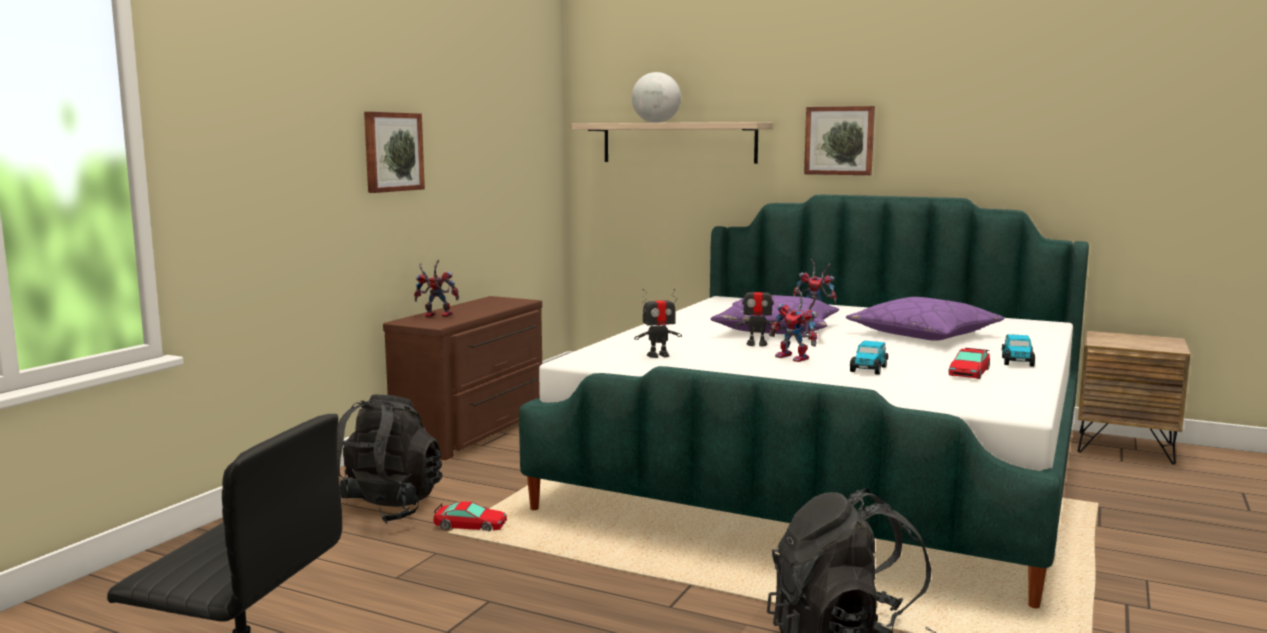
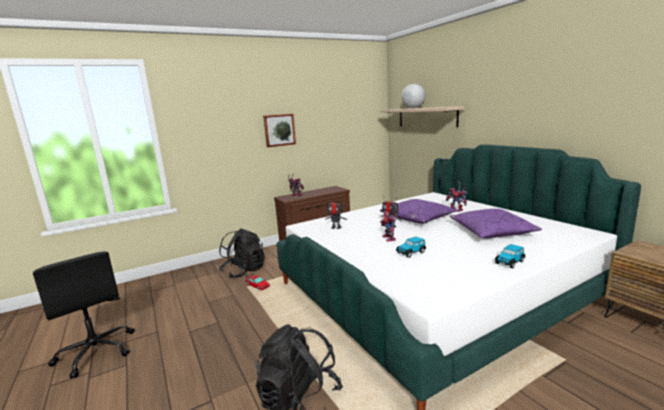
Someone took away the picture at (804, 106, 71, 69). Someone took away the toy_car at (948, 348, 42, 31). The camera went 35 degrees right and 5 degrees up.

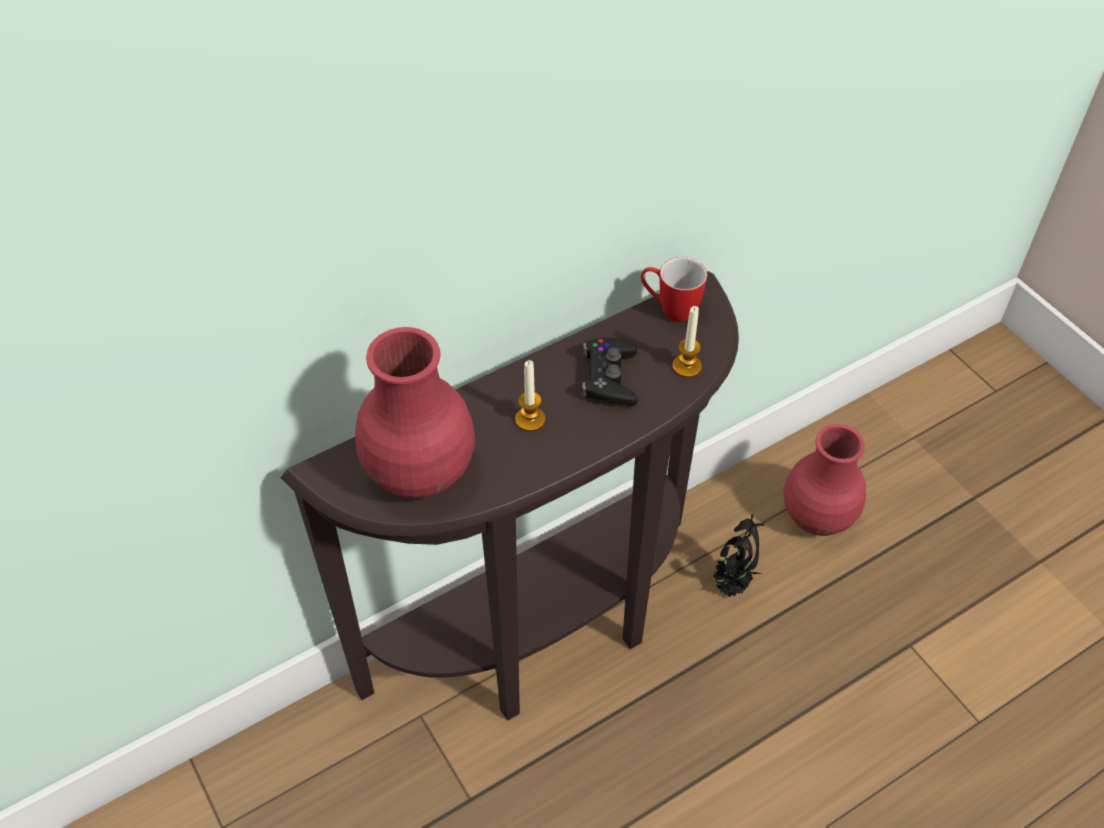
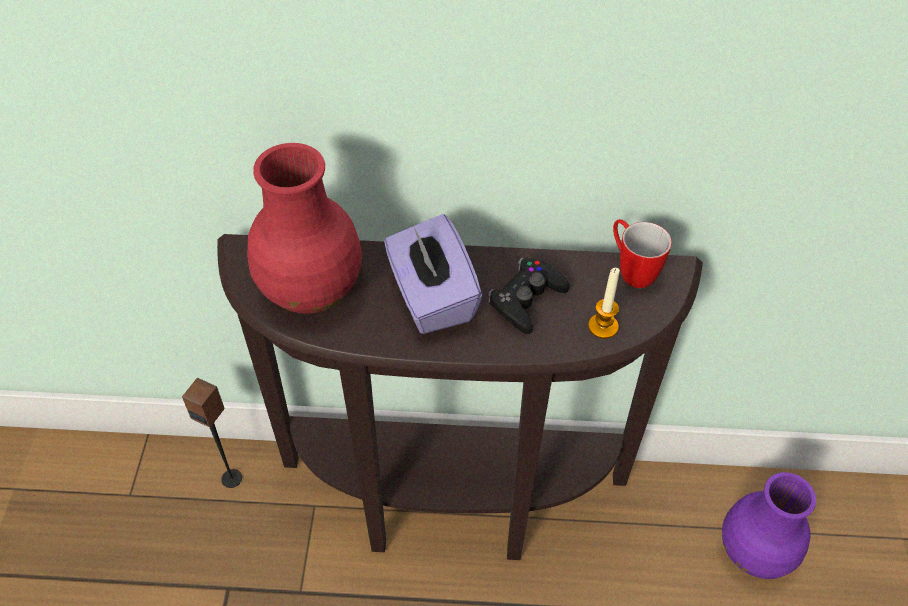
Someone took away the potted_plant at (713, 514, 51, 83). Someone put down the speaker at (182, 378, 60, 110). Someone swapped the candle at (515, 360, 30, 71) for the purple_tissue_box at (384, 214, 98, 120). Someone repainted the red_vase at (783, 424, 83, 112), which became the purple_vase at (722, 472, 94, 107). The camera went 35 degrees right and 0 degrees up.

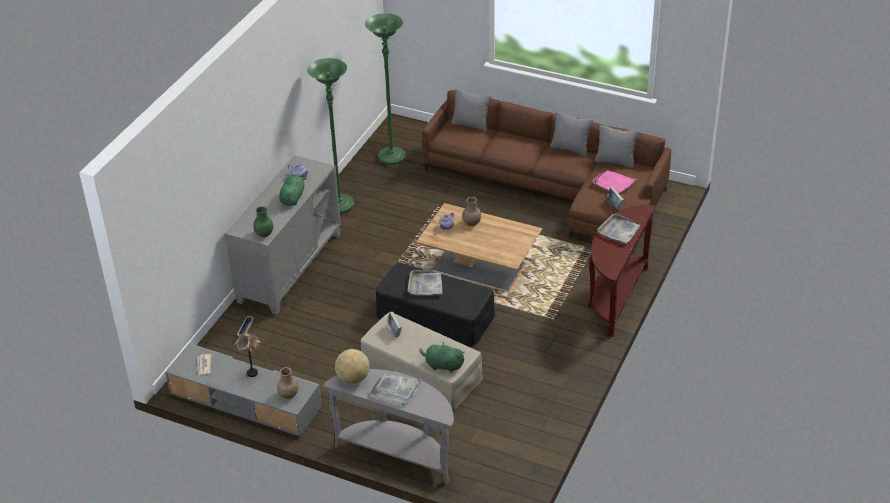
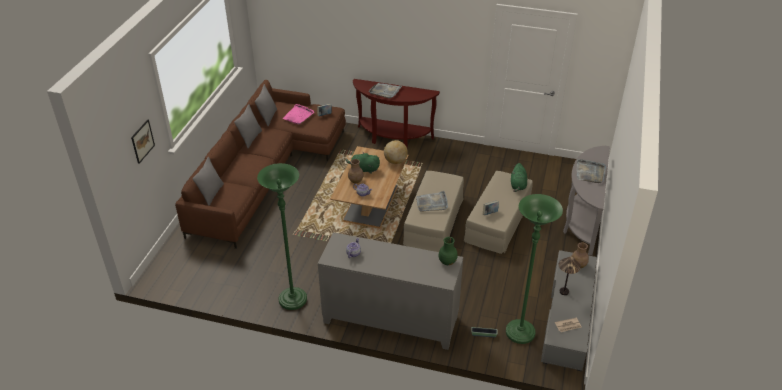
Someone put up the picture at (131, 119, 24, 45). Someone carried the green_plush_toy from (279, 175, 28, 31) to (345, 152, 35, 22). Someone carried the globe from (335, 349, 35, 35) to (384, 140, 24, 24). Someone carried the green_floor_lamp from (365, 13, 41, 152) to (506, 194, 57, 150). Someone repainted the black_ottoman at (376, 262, 119, 85), which became the beige_ottoman at (403, 171, 61, 81). The camera went 100 degrees left and 0 degrees up.

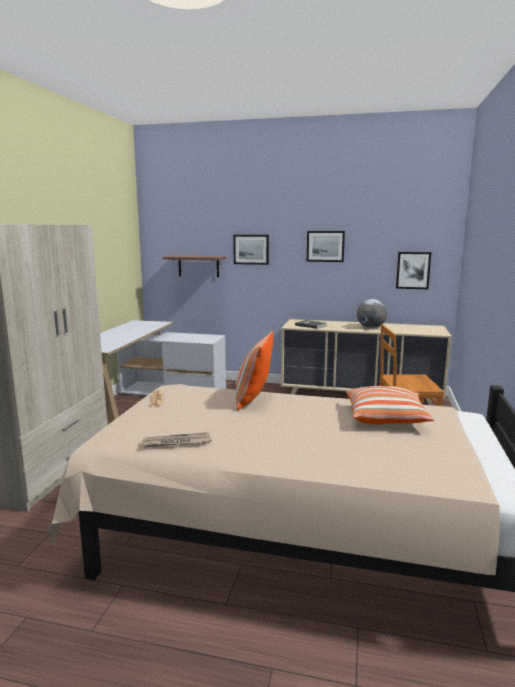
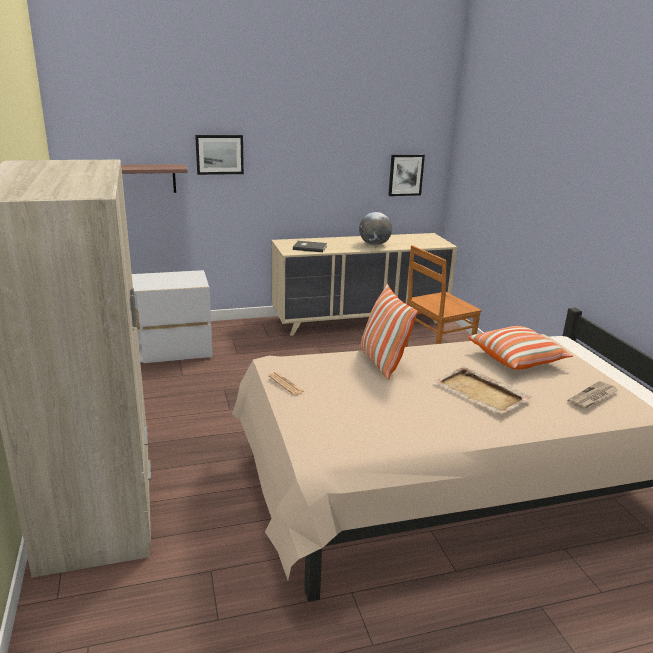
Someone took away the picture at (307, 231, 38, 31). Someone put down the beige_tray at (433, 366, 99, 48). Someone carried the newspaper from (141, 432, 71, 16) to (567, 381, 51, 28). The camera went 30 degrees left and 10 degrees up.

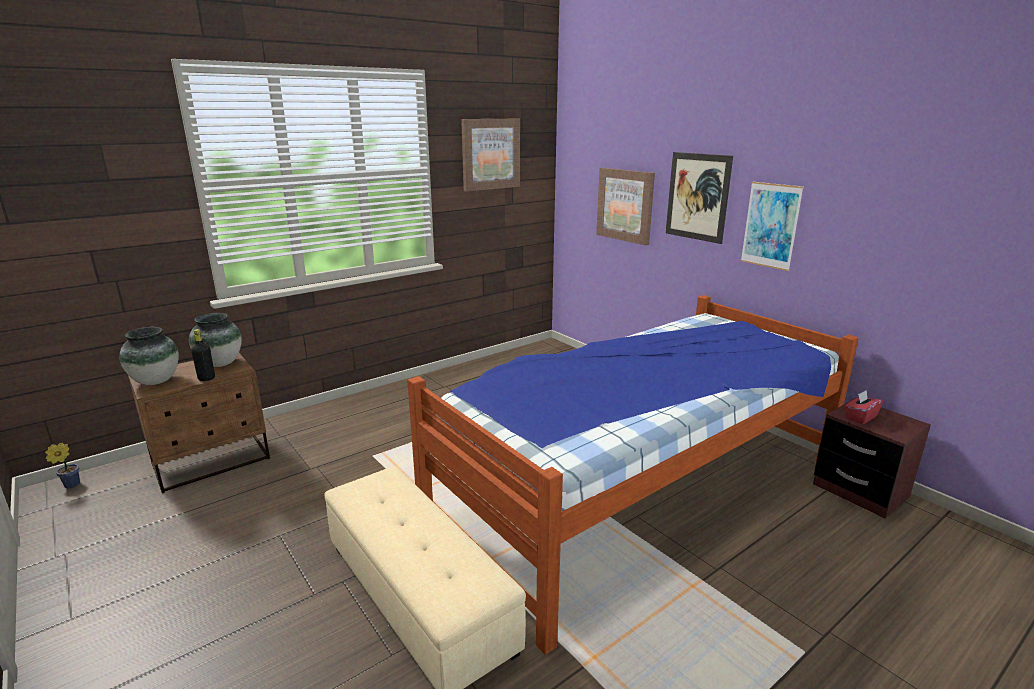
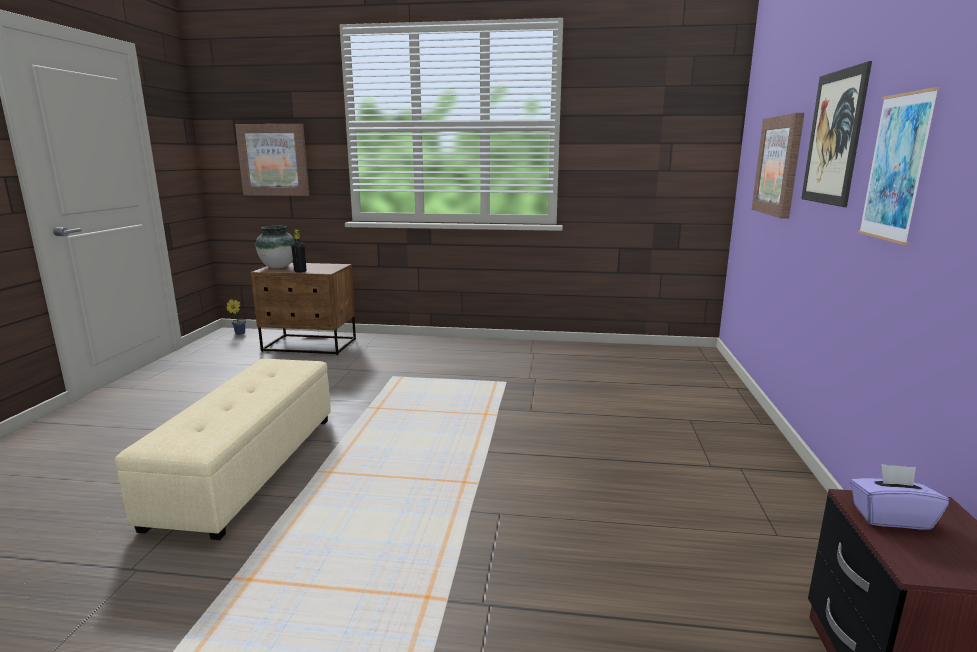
Someone took away the vase at (189, 313, 53, 54). Someone took away the bed at (407, 295, 452, 360). Someone carried the picture from (461, 119, 59, 73) to (235, 124, 75, 72). Someone repainted the red_tissue_box at (844, 390, 39, 34), which became the purple_tissue_box at (850, 464, 99, 66). The camera went 45 degrees right and 5 degrees down.

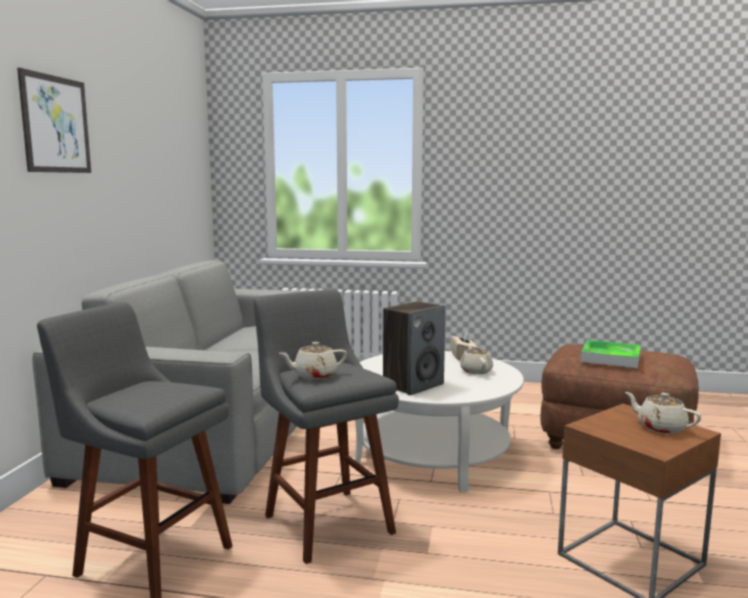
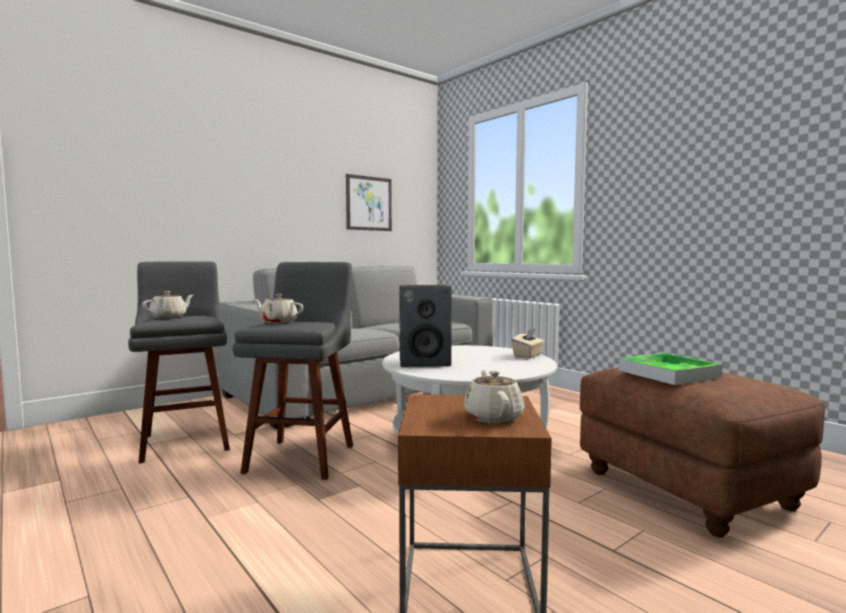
Someone carried the picture from (17, 68, 74, 105) to (346, 174, 46, 57). Someone carried the beige_teapot from (460, 345, 33, 29) to (142, 291, 51, 27). The camera went 40 degrees right and 5 degrees down.

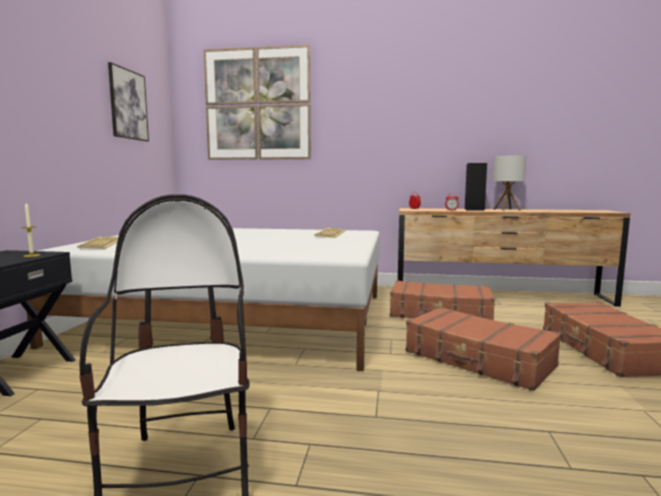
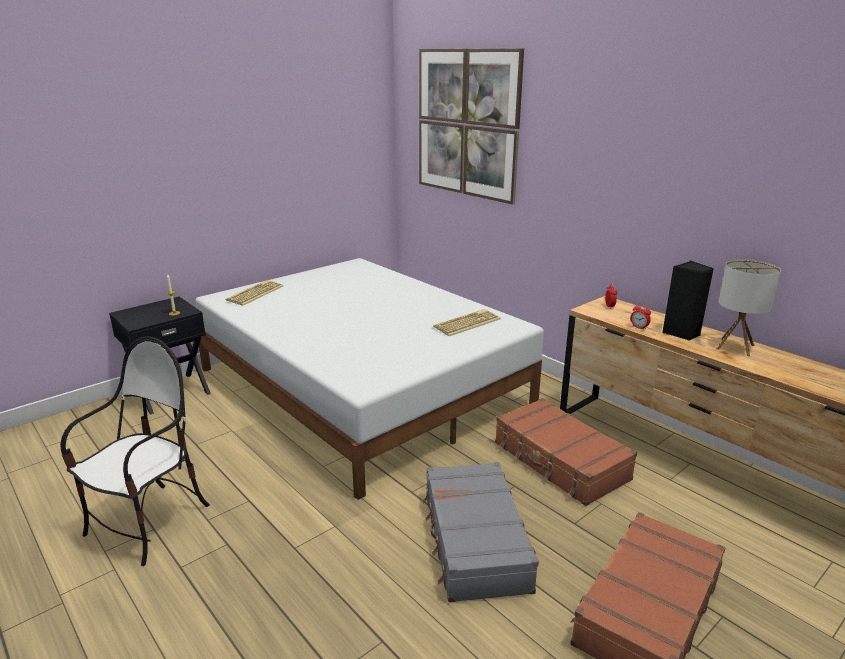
Someone took away the picture at (108, 62, 41, 79). Someone repainted the brown_suitcase at (406, 307, 155, 84), which became the grey_suitcase at (422, 462, 117, 141). The camera went 40 degrees right and 15 degrees up.

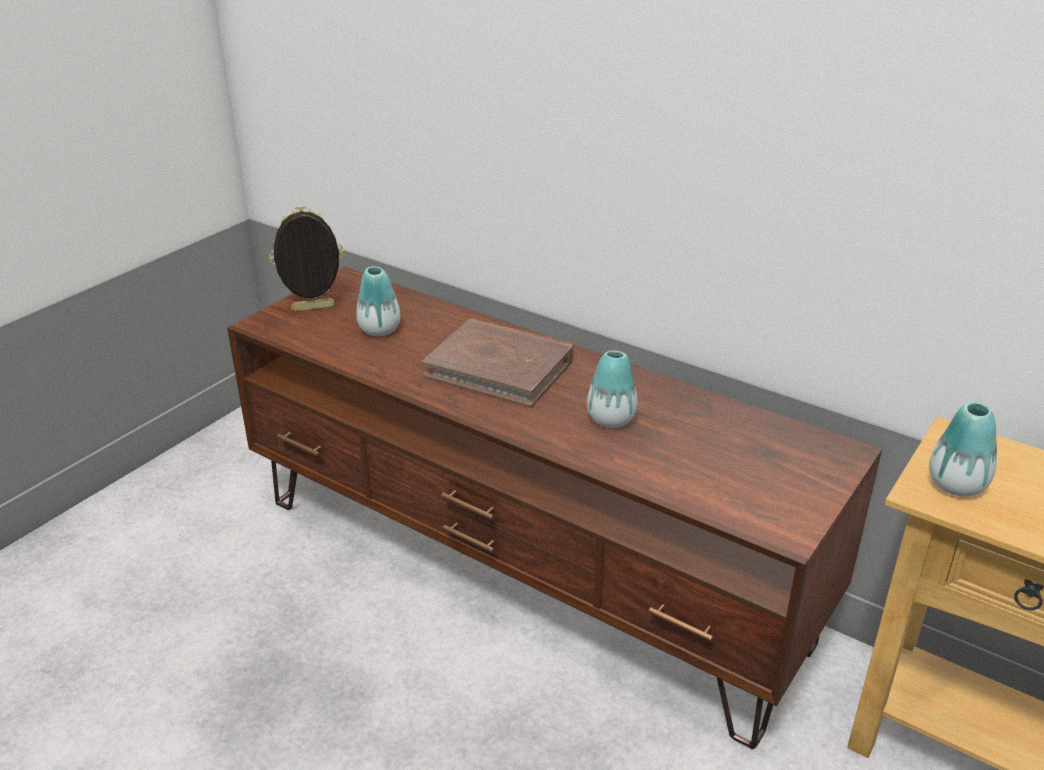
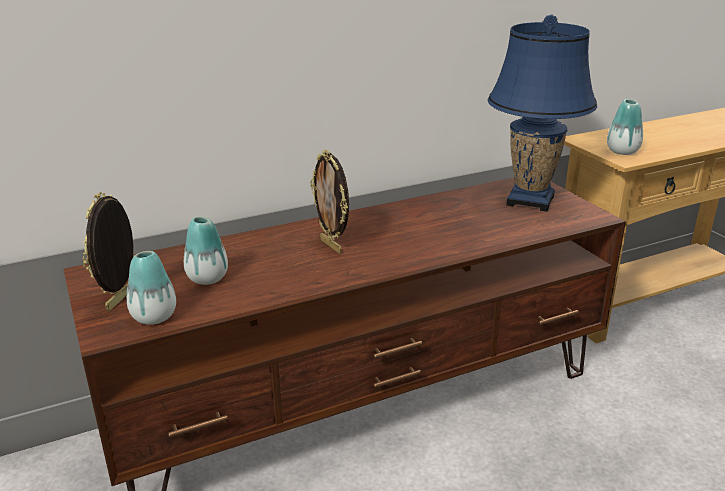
Someone put down the blue_table_lamp at (488, 14, 109, 198). Someone carried the vase from (587, 351, 51, 77) to (127, 251, 49, 74). Someone swapped the brown_book at (422, 318, 152, 90) for the picture_frame at (311, 150, 38, 104). The camera went 60 degrees left and 5 degrees down.

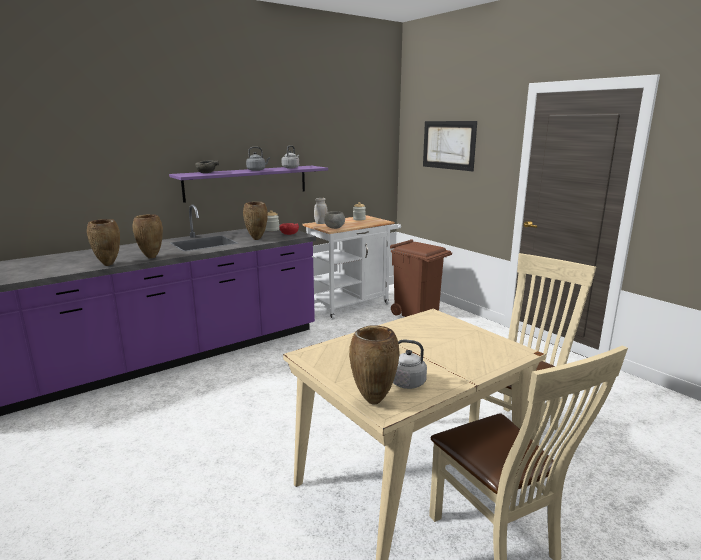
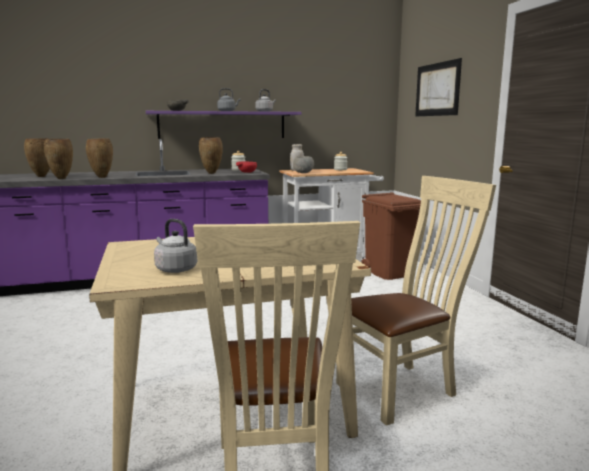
Someone carried the brown_vase from (349, 325, 51, 80) to (24, 138, 26, 39). The camera went 20 degrees right and 5 degrees down.

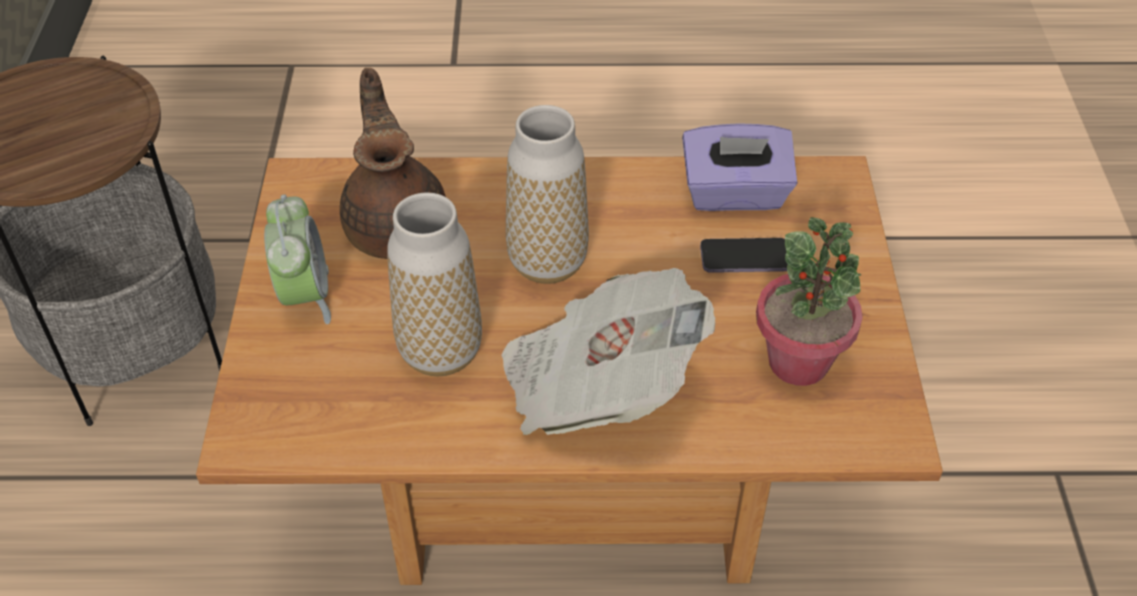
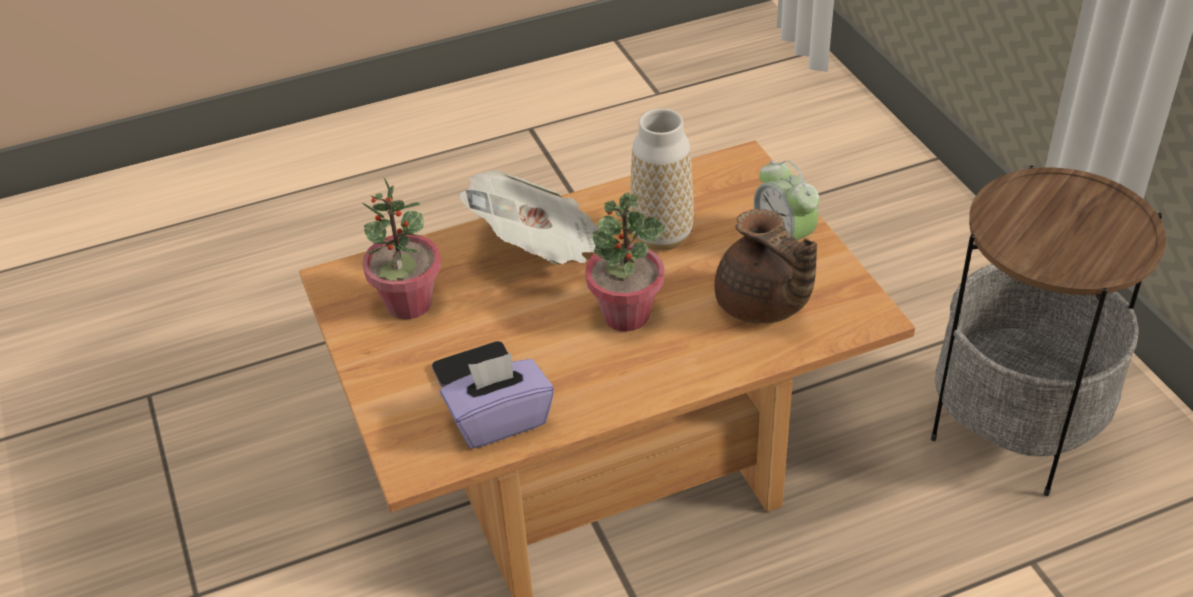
Someone swapped the vase at (506, 105, 83, 179) for the potted_plant at (585, 192, 80, 139). The camera went 160 degrees right and 5 degrees down.

